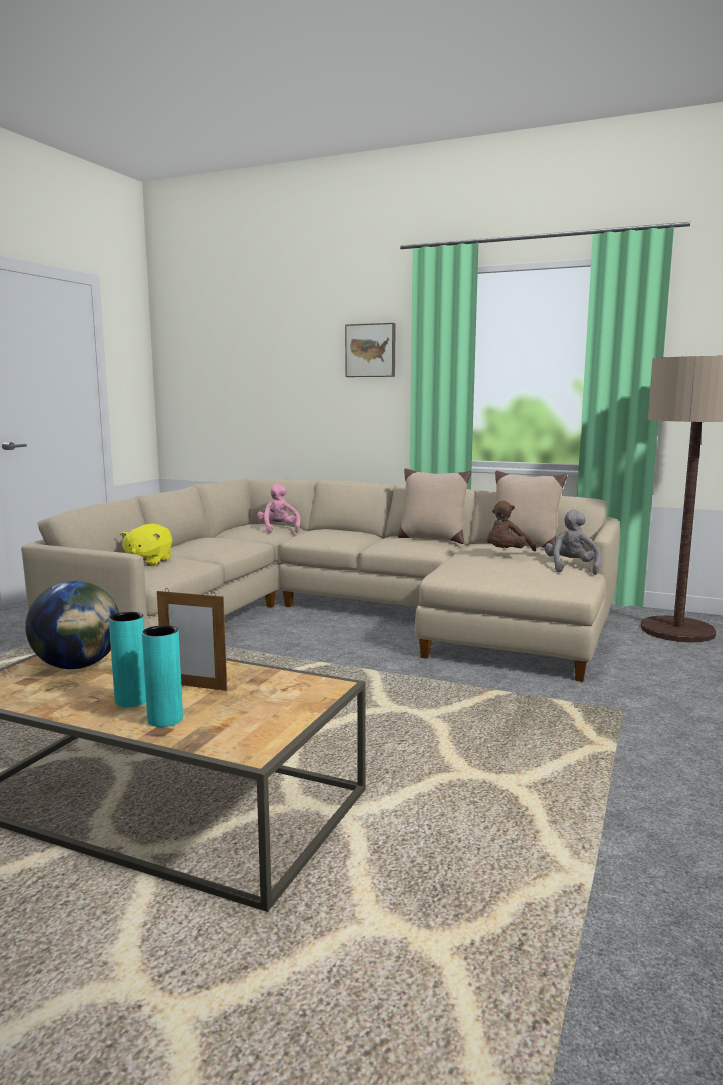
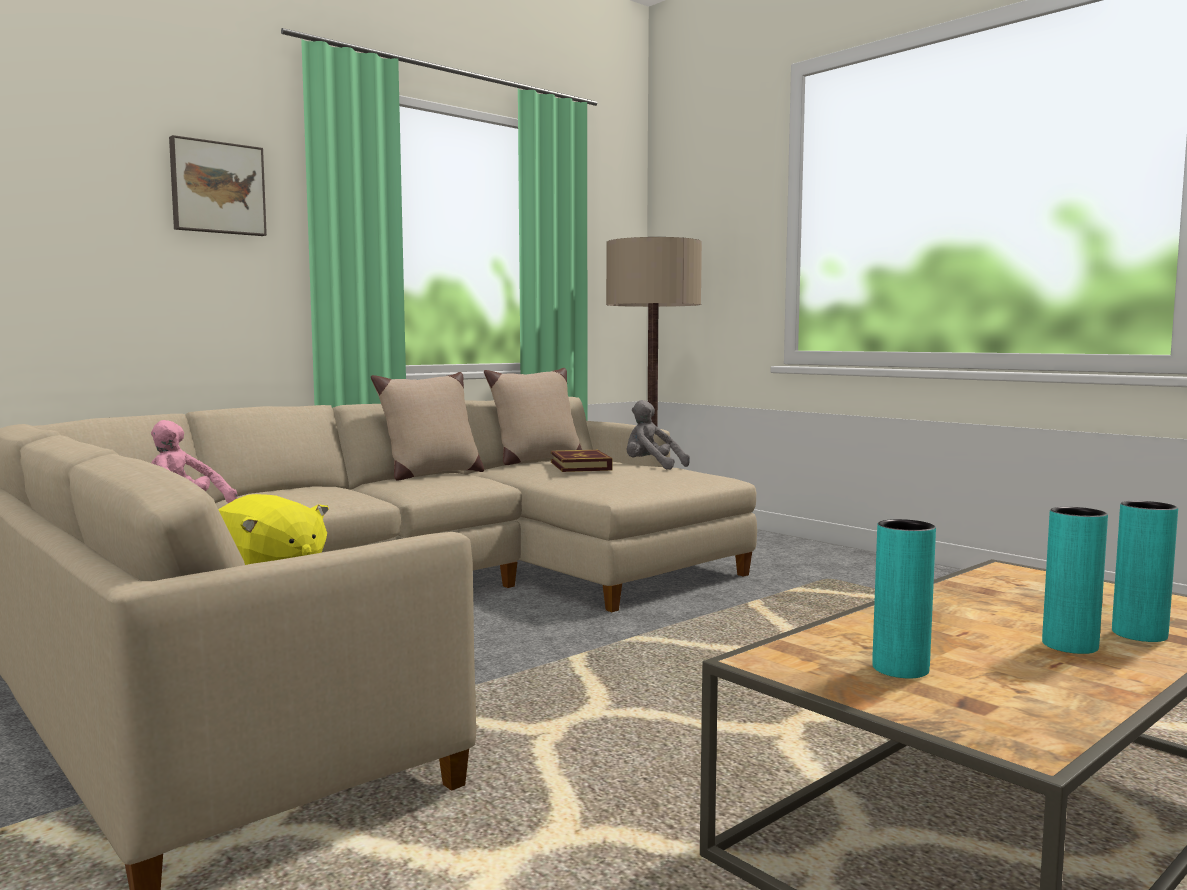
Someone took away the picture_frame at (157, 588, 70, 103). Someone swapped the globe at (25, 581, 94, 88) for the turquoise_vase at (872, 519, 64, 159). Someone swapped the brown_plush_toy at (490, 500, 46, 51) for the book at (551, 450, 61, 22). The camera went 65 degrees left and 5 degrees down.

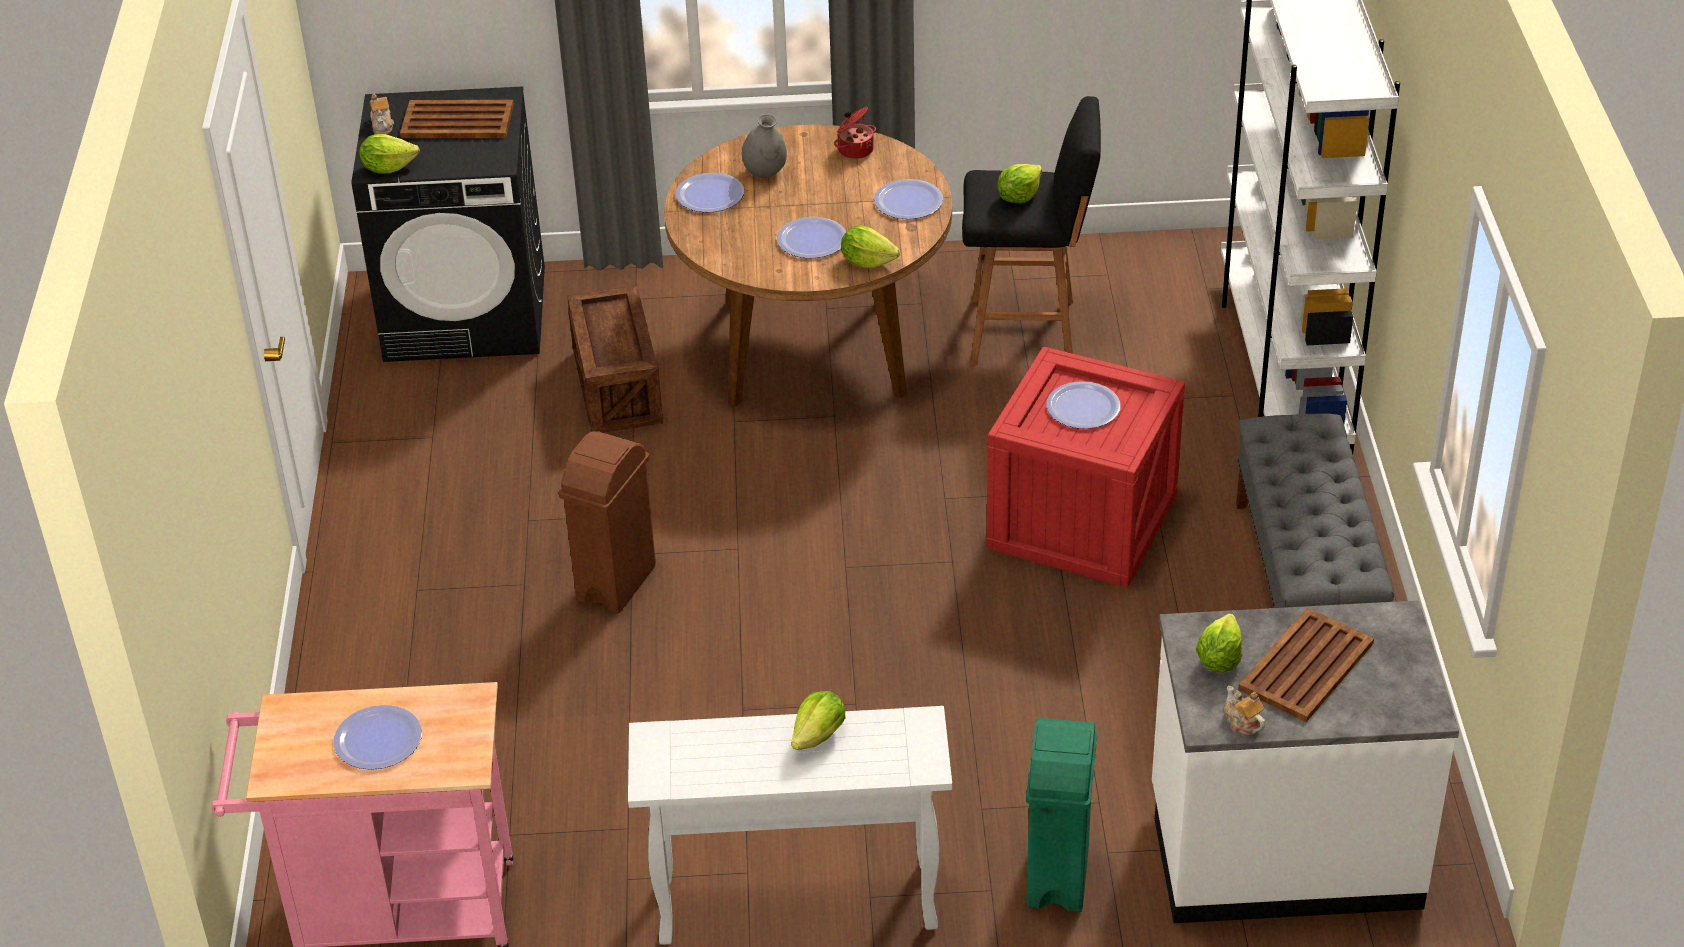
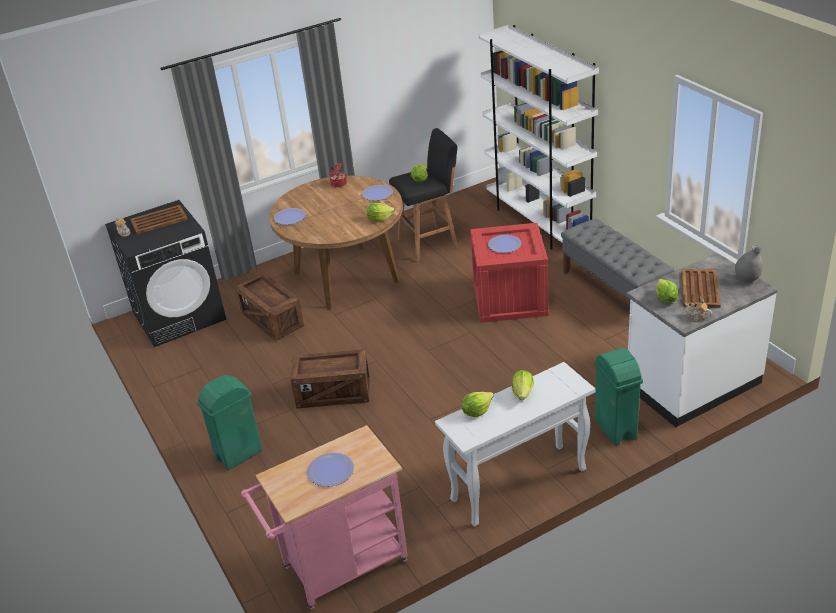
Someone took away the plate at (777, 217, 69, 41). Someone put down the green_trash_can at (197, 375, 66, 96). Someone carried the lettuce from (359, 134, 61, 39) to (462, 392, 32, 25). Someone carried the grey_vase from (742, 114, 45, 64) to (735, 245, 28, 38). Someone swapped the brown_trash_can at (559, 431, 97, 183) for the crate at (291, 349, 78, 60). The camera went 25 degrees left and 5 degrees down.

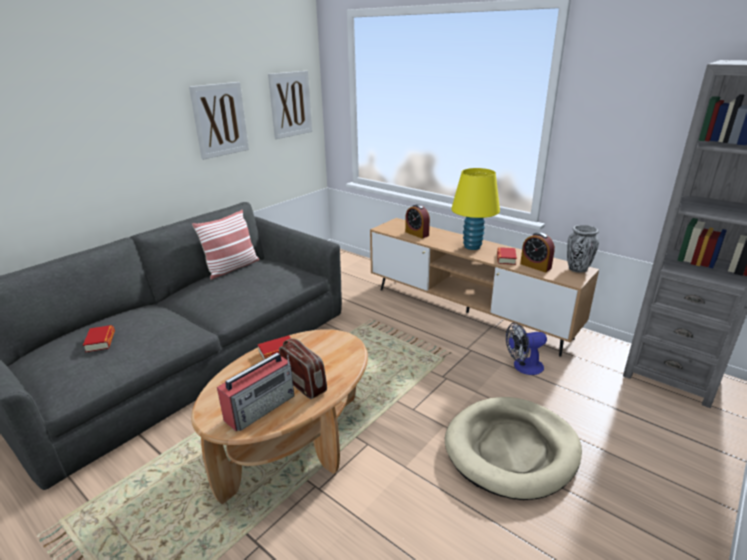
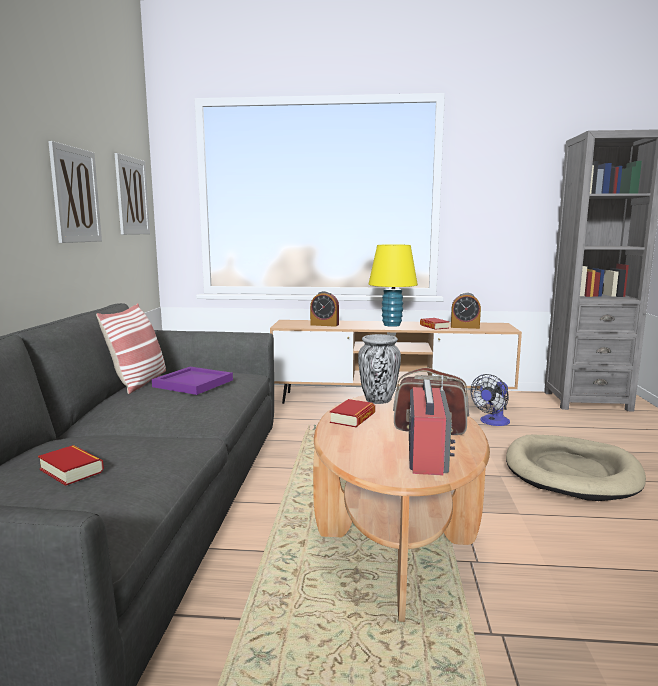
Someone put down the purple_tray at (152, 367, 81, 28). Someone carried the vase from (567, 225, 32, 47) to (358, 334, 43, 70). The camera went 35 degrees left and 15 degrees down.

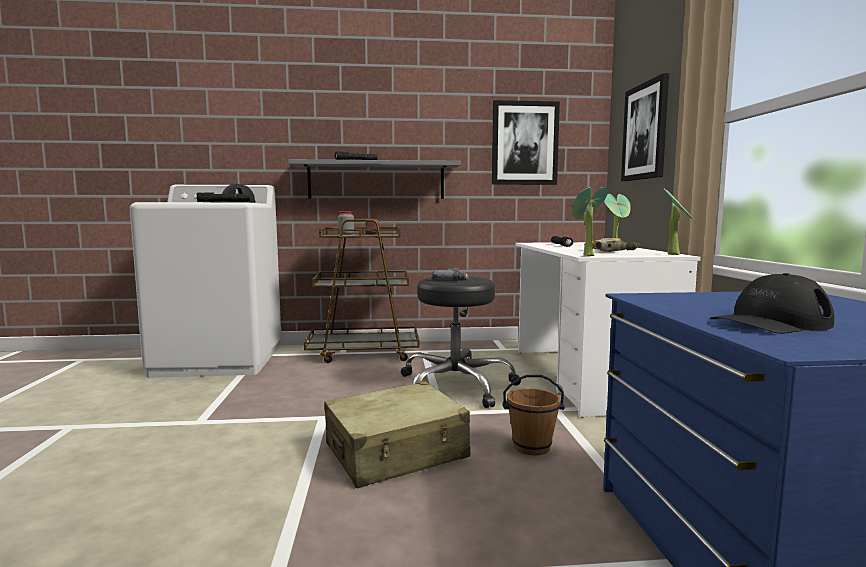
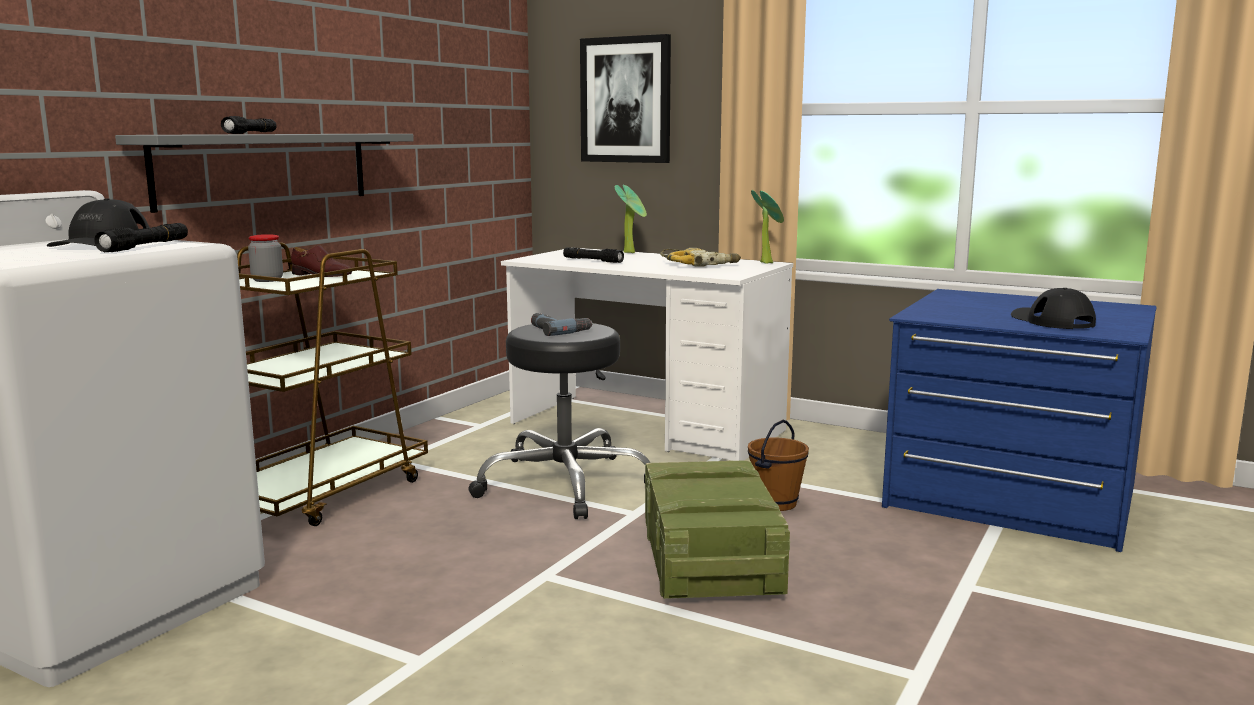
Someone took away the picture at (492, 100, 68, 85). Someone took away the potted_plant at (572, 187, 36, 69). Someone swapped the beige_suitcase at (324, 381, 146, 107) for the crate at (645, 460, 145, 139). Someone rotated the black_cap at (710, 273, 124, 61) by 150 degrees clockwise. The camera went 55 degrees left and 5 degrees up.

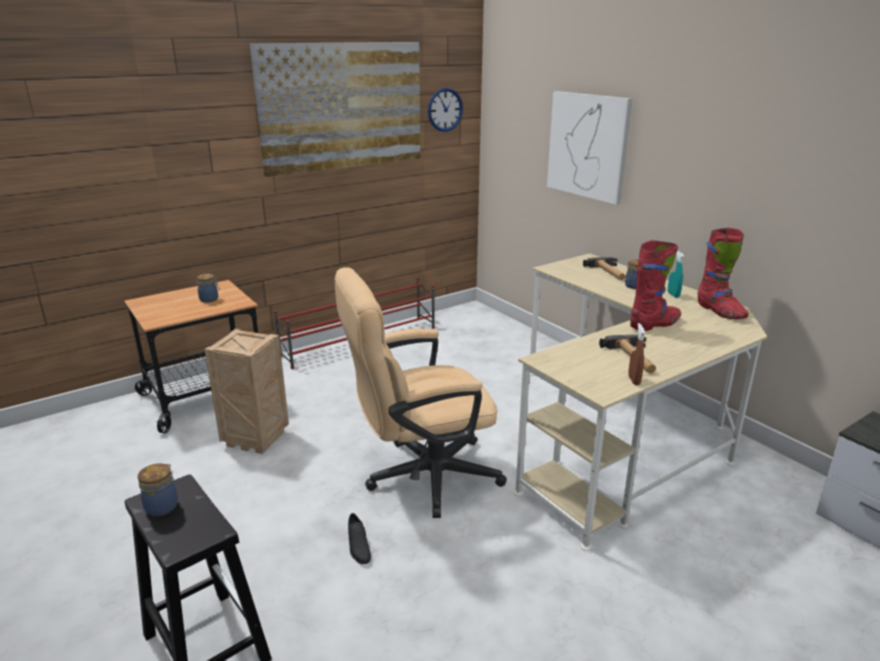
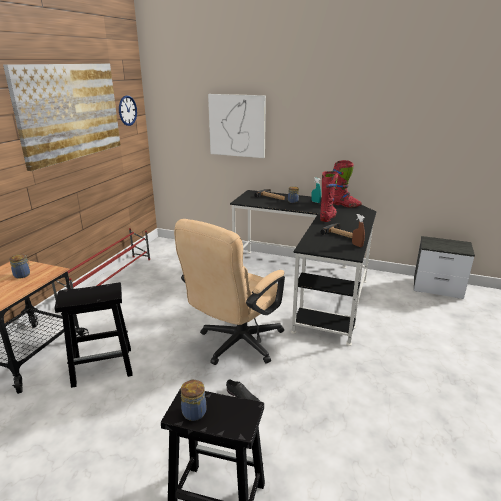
Someone swapped the crate at (204, 329, 85, 125) for the black_stool at (55, 282, 78, 106). Someone repainted the beige_desk at (514, 253, 253, 298), which became the black_desk at (230, 190, 146, 156). The camera went 35 degrees left and 0 degrees up.

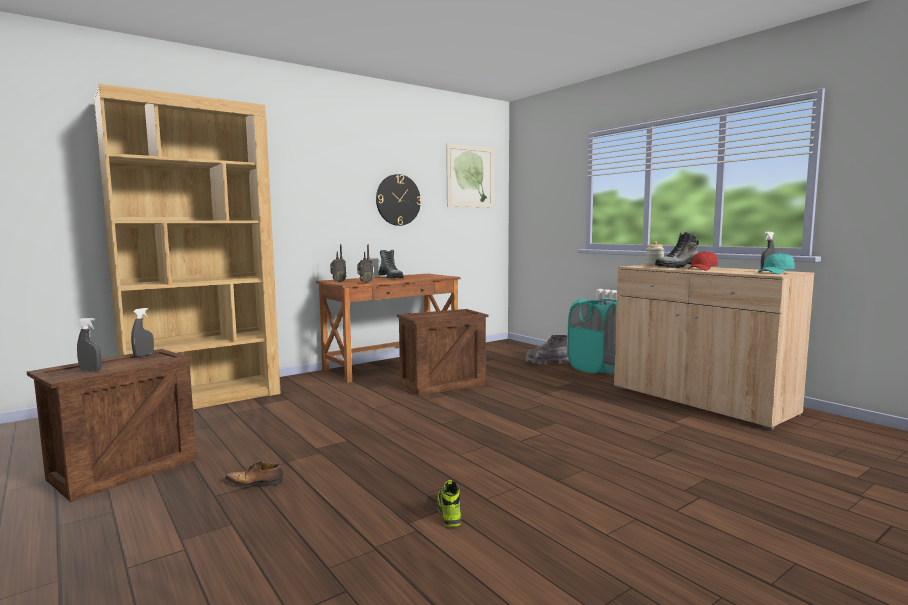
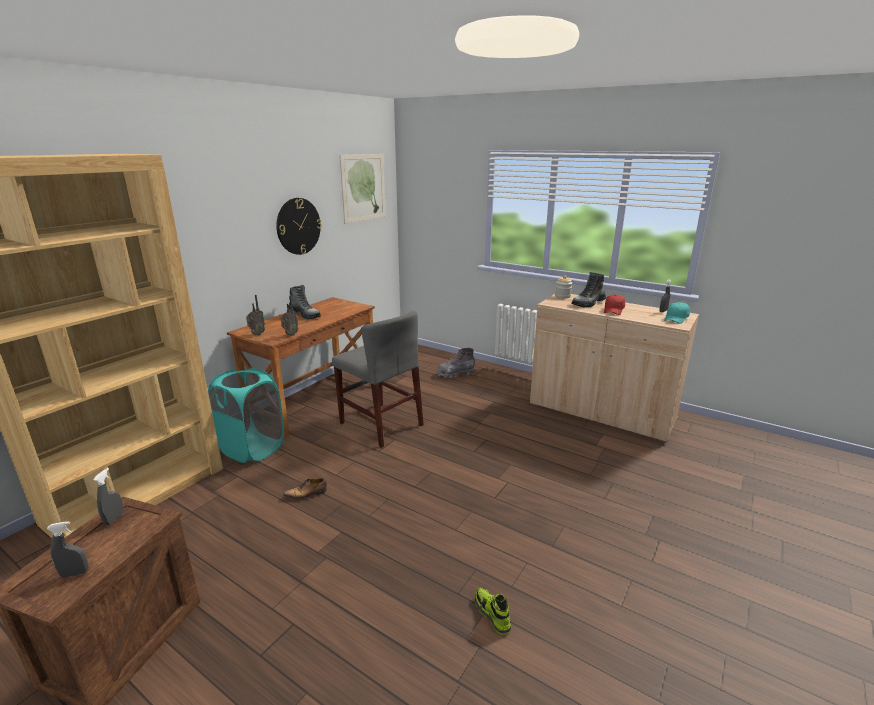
Someone carried the shoe from (225, 461, 58, 26) to (283, 478, 44, 21). Someone carried the turquoise_laundry_basket from (567, 299, 50, 75) to (208, 368, 76, 95). Someone swapped the crate at (397, 309, 91, 86) for the grey_chair at (332, 311, 92, 137). The camera went 20 degrees left and 15 degrees up.

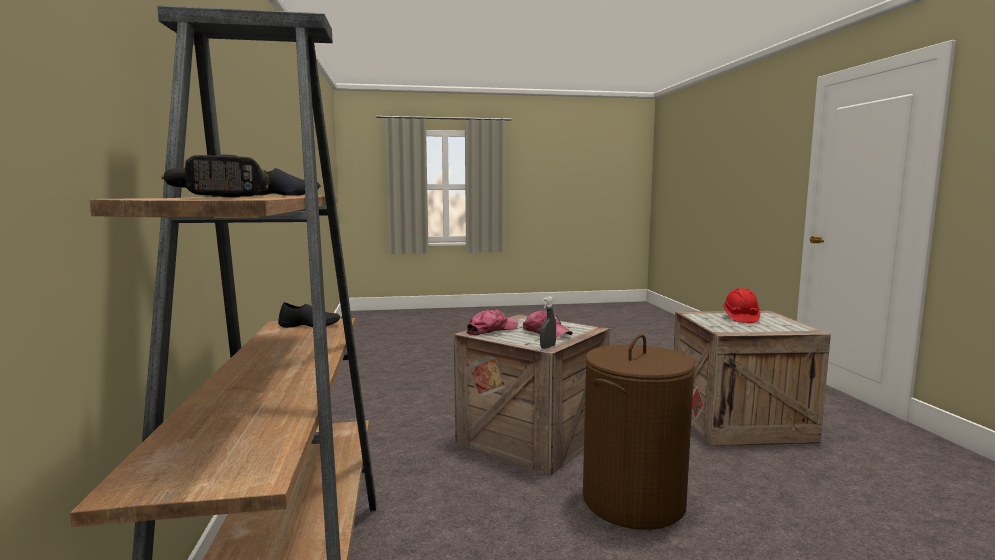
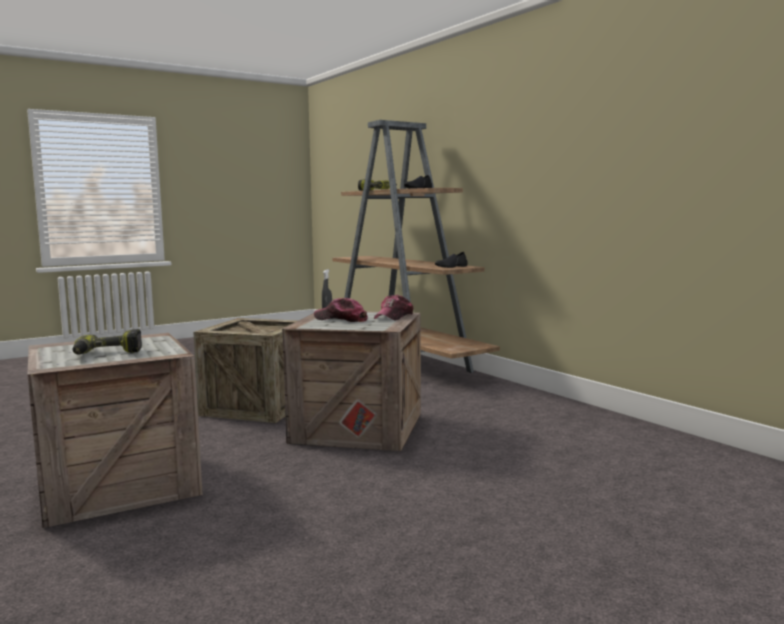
Someone swapped the brown_laundry_basket at (583, 334, 112, 196) for the crate at (193, 318, 106, 105). Someone swapped the red_hard_hat at (723, 288, 37, 35) for the power_drill at (73, 329, 69, 26). The camera went 155 degrees right and 0 degrees up.

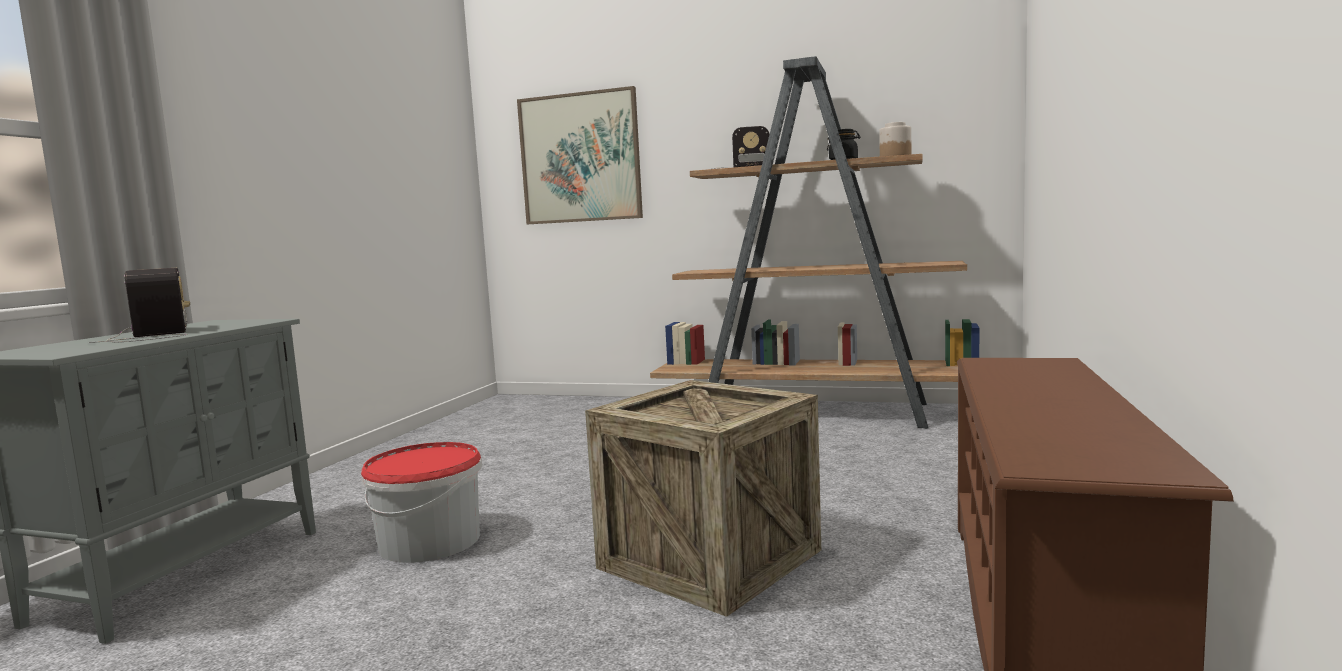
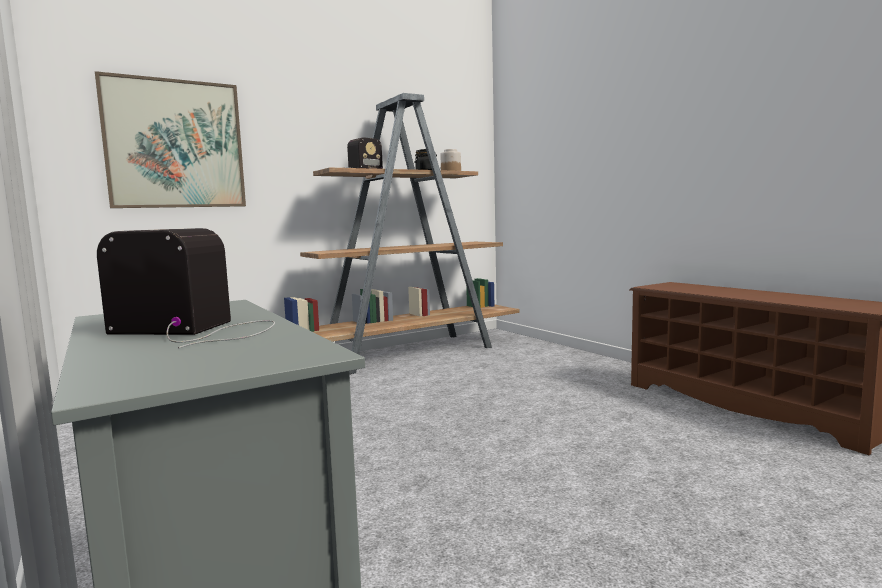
Someone took away the bucket at (361, 442, 121, 121). Someone took away the crate at (585, 380, 236, 237). The camera went 50 degrees left and 0 degrees up.

